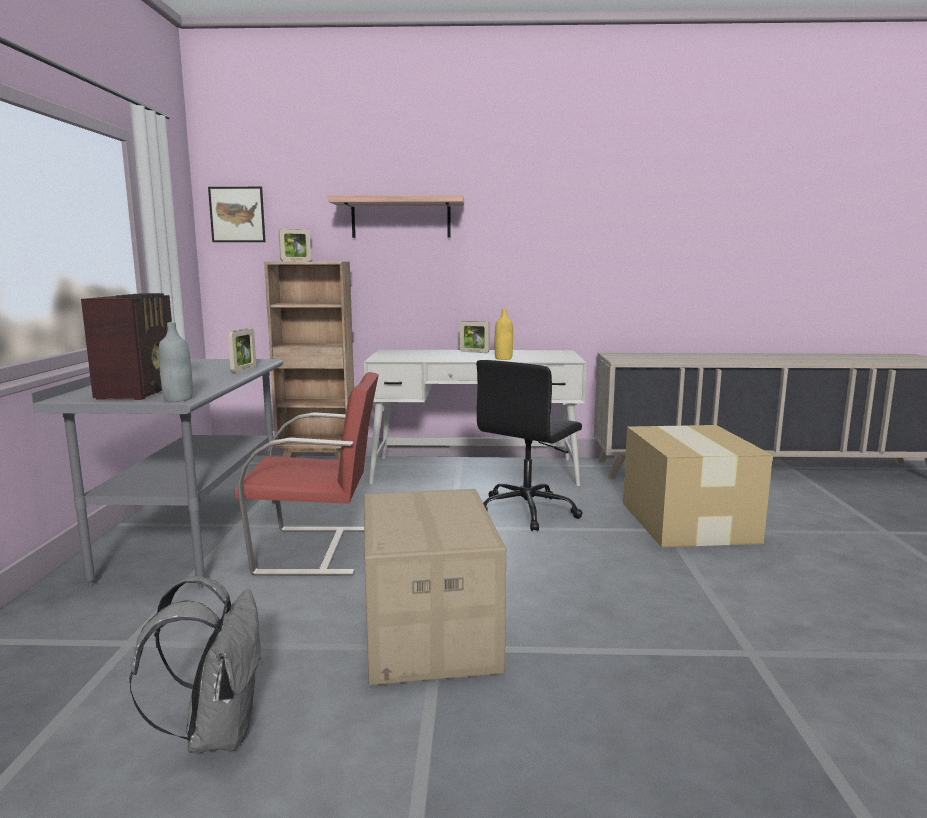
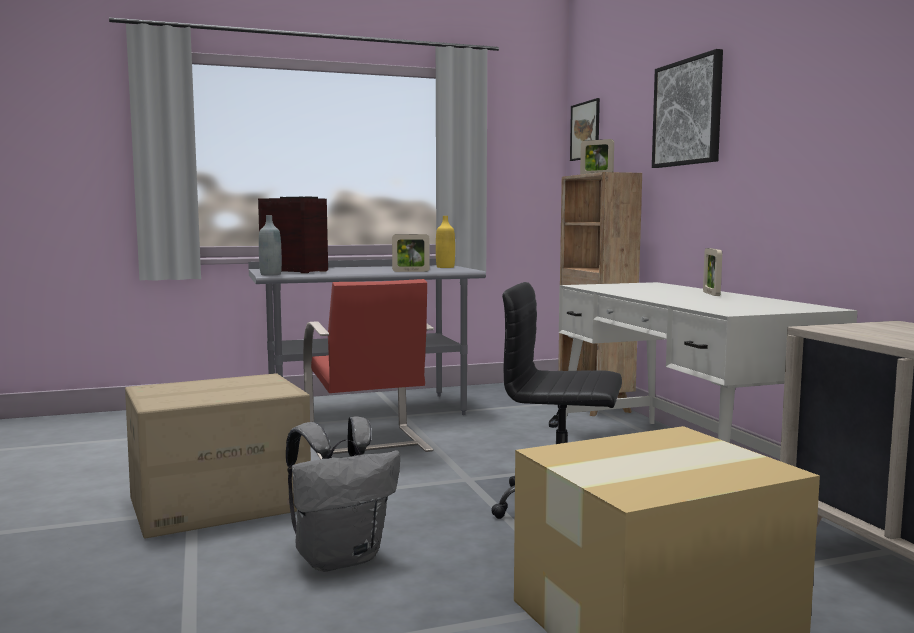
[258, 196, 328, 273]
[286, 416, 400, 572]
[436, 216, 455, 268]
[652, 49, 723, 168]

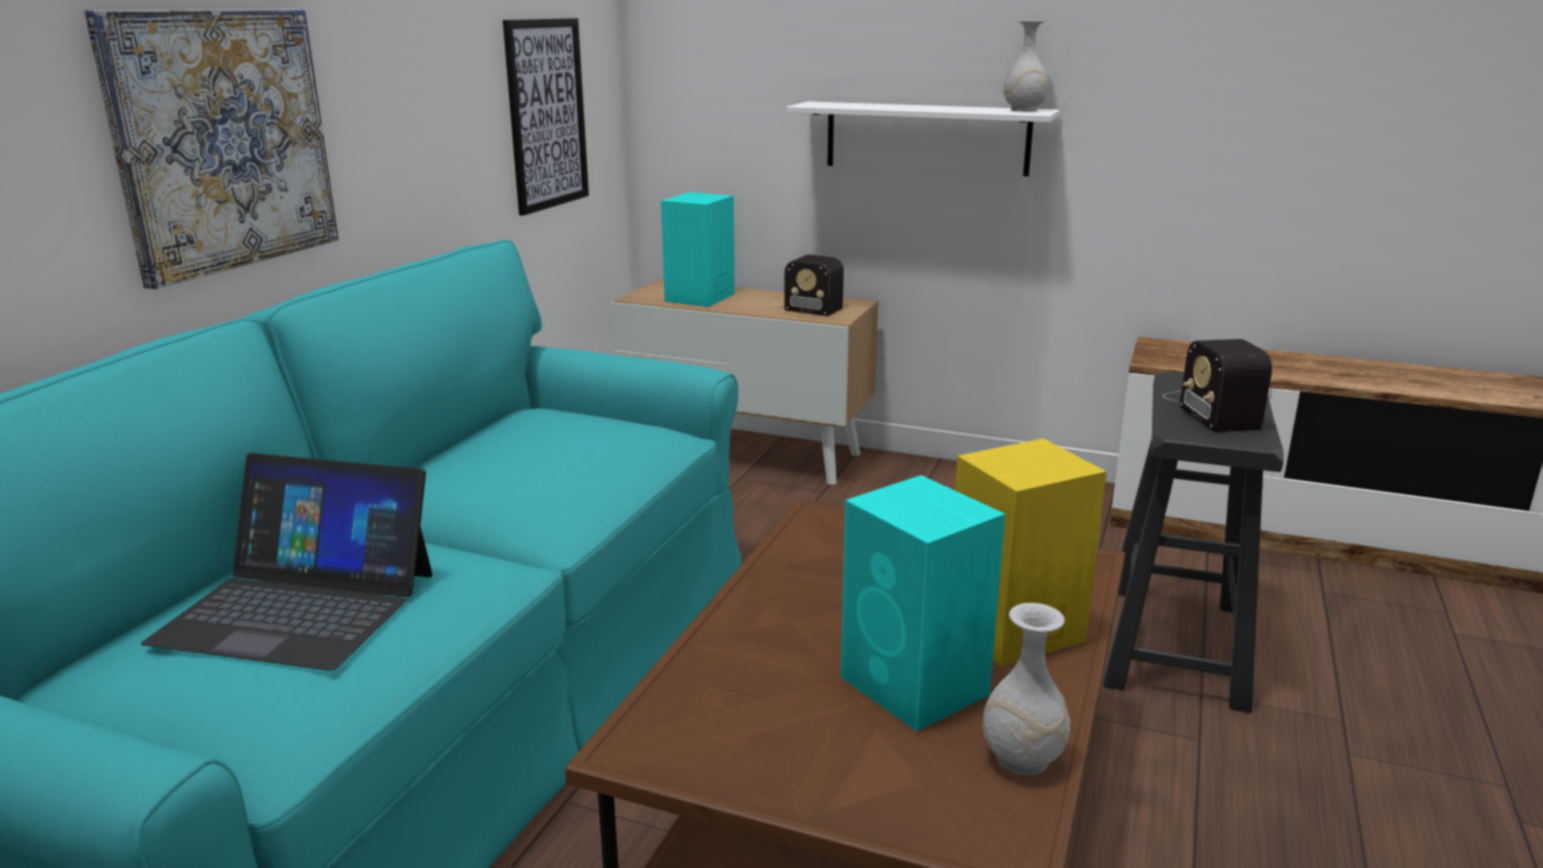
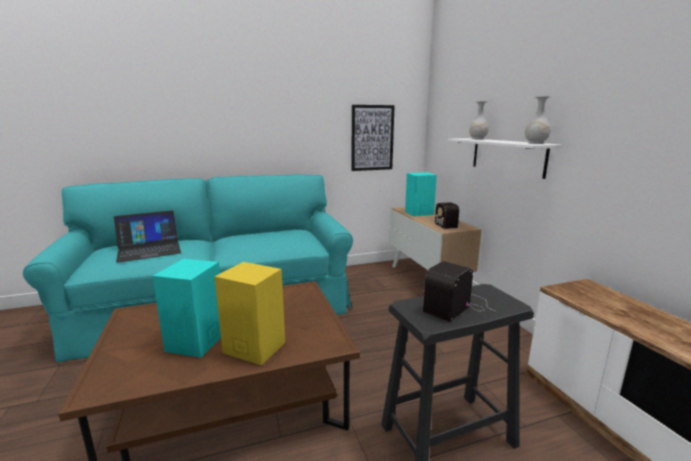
[114, 210, 181, 263]
[469, 101, 489, 139]
[84, 9, 339, 289] (first image)

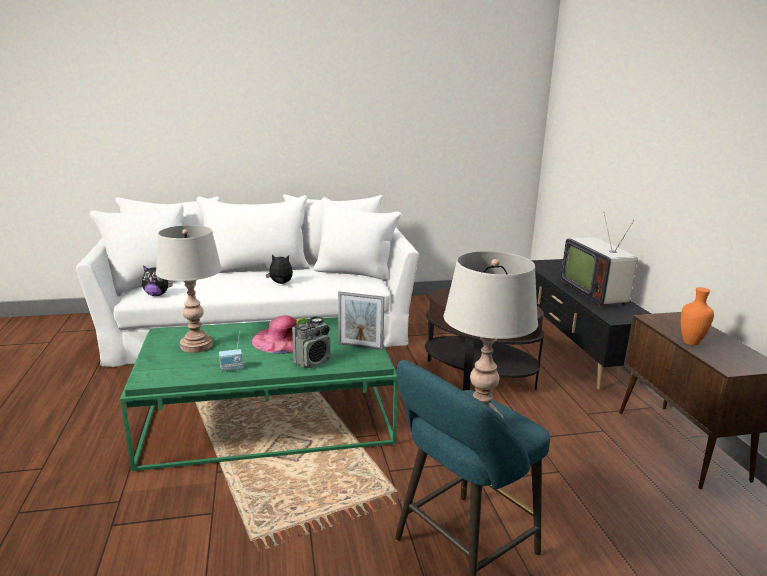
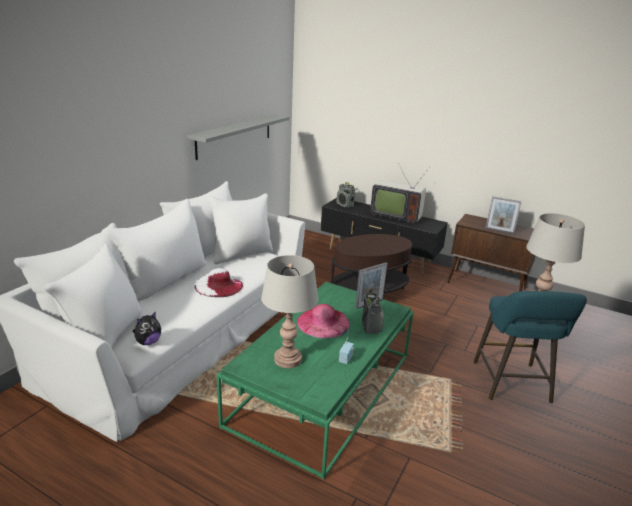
[187, 114, 289, 160]
[194, 268, 243, 297]
[336, 182, 355, 208]
[486, 196, 522, 234]

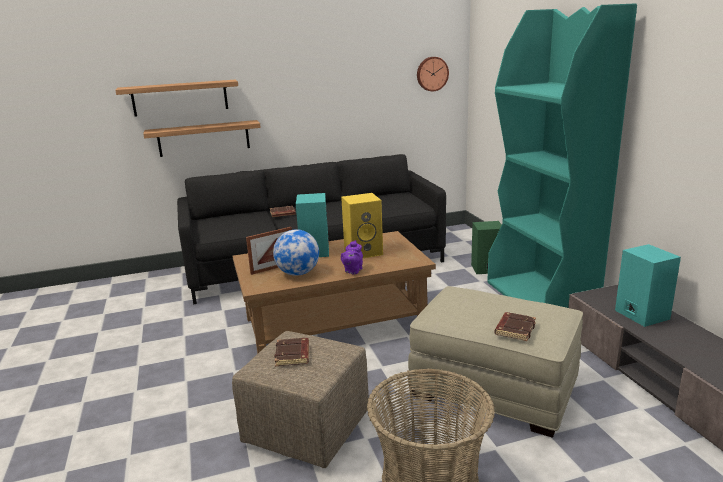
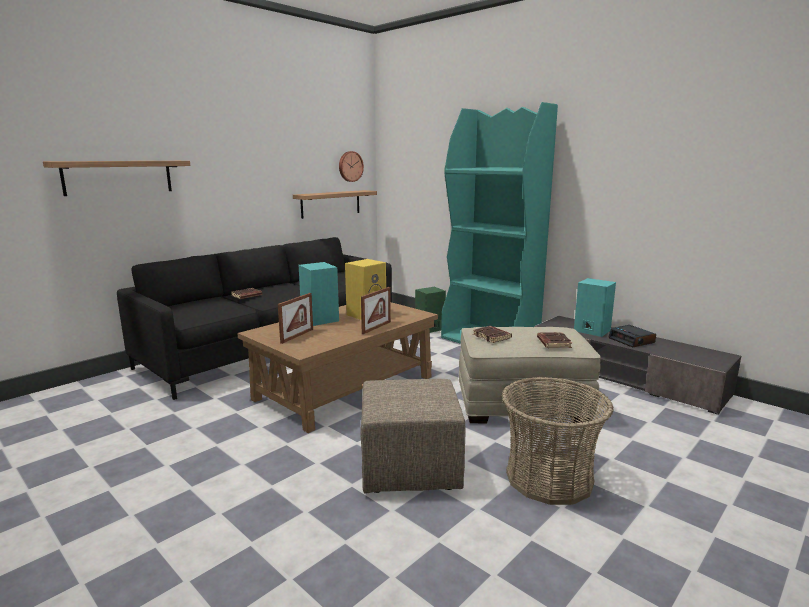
[293, 190, 377, 219]
[361, 287, 391, 334]
[473, 326, 512, 343]
[609, 325, 656, 347]
[273, 229, 319, 276] (first image)

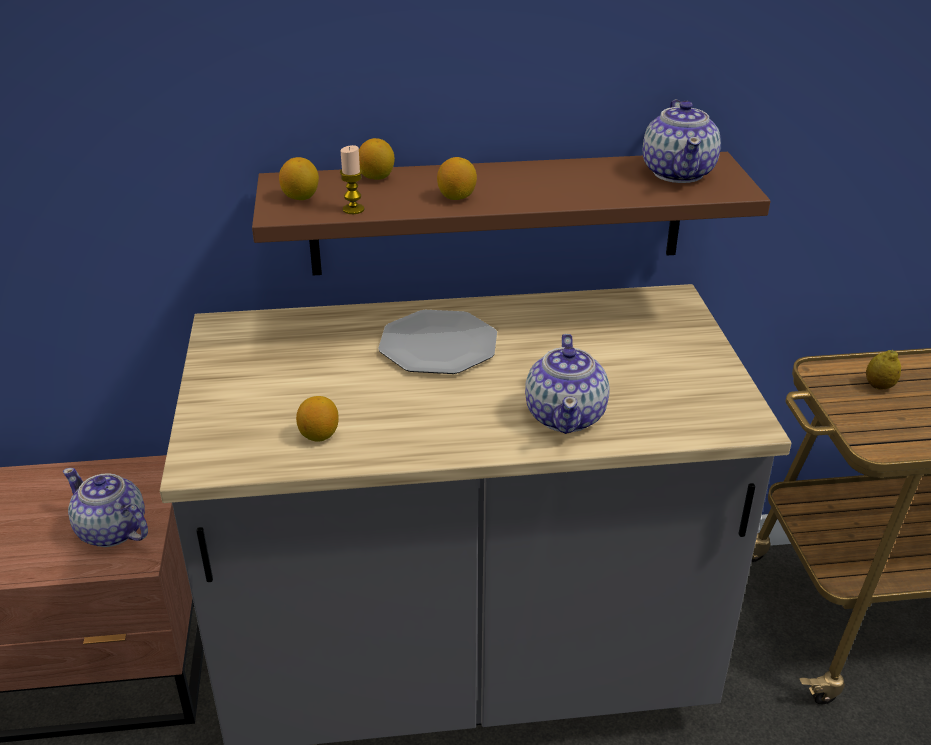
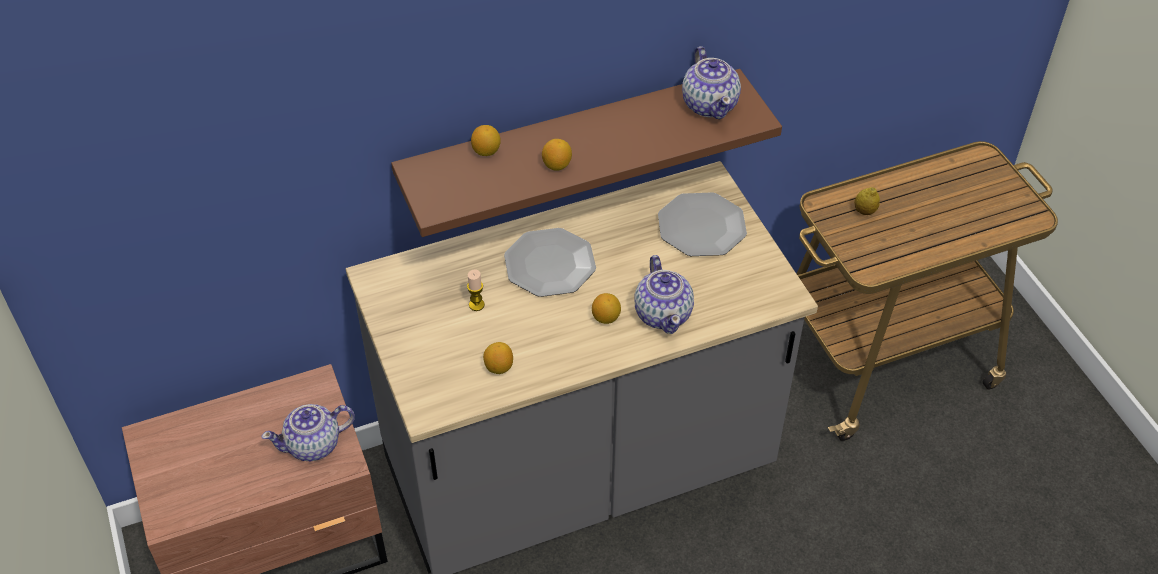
[261, 404, 355, 461]
[467, 269, 485, 311]
[592, 293, 621, 324]
[658, 192, 747, 256]

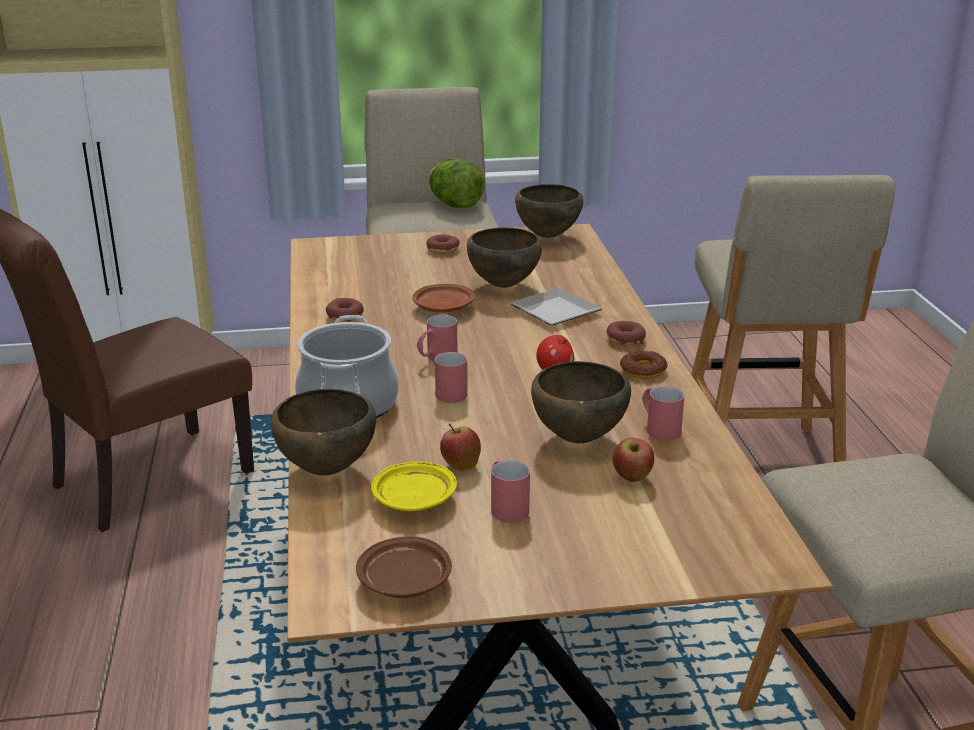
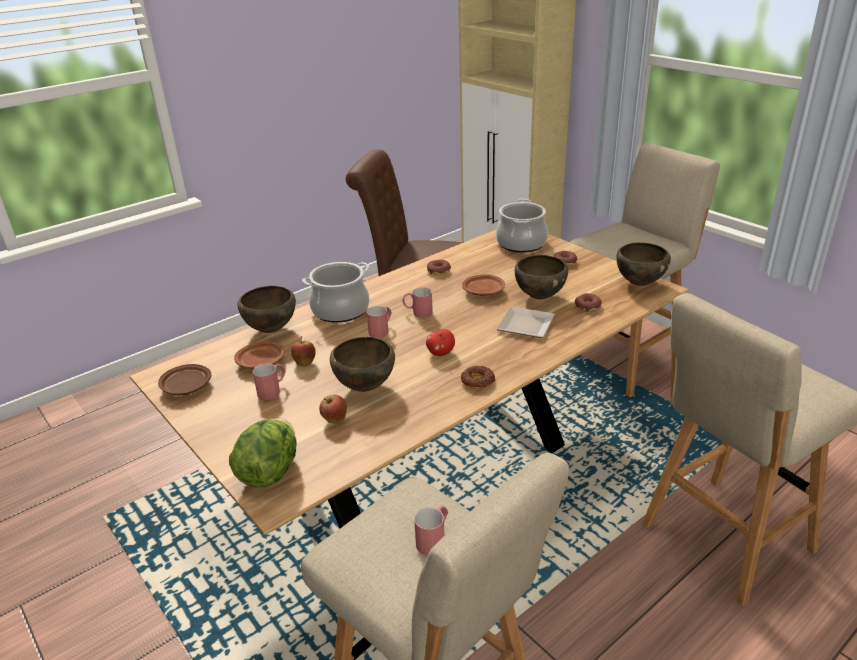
[229, 419, 297, 487]
[234, 341, 284, 369]
[414, 506, 448, 556]
[496, 199, 548, 253]
[575, 293, 602, 312]

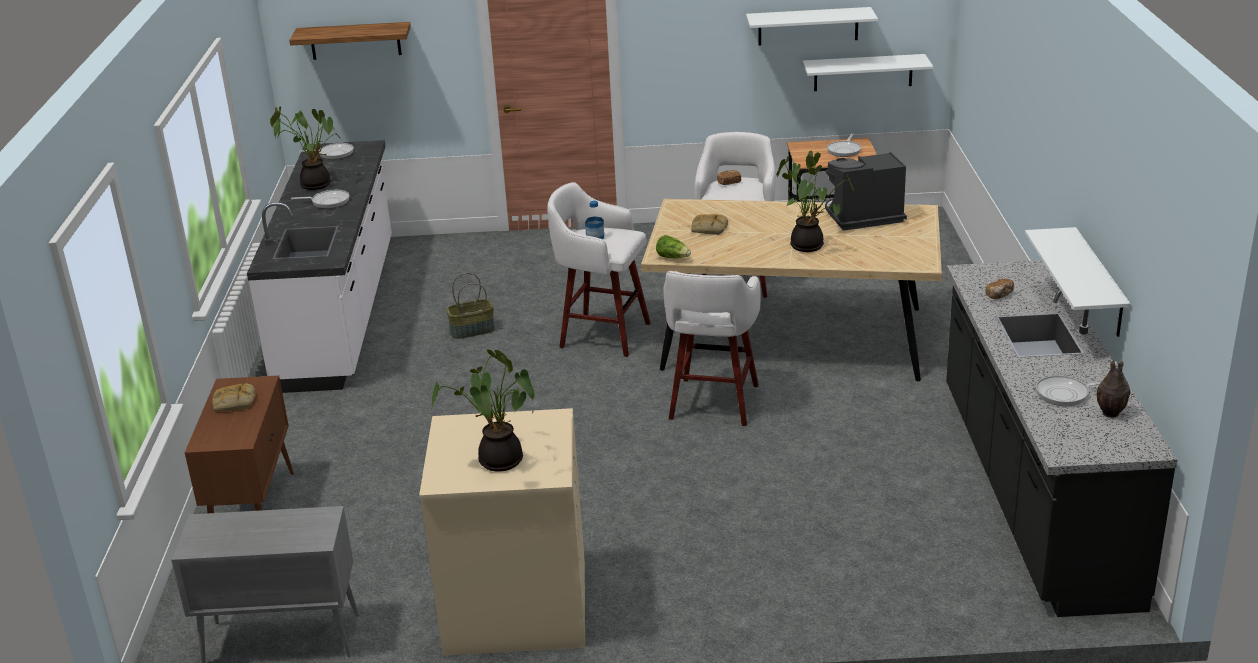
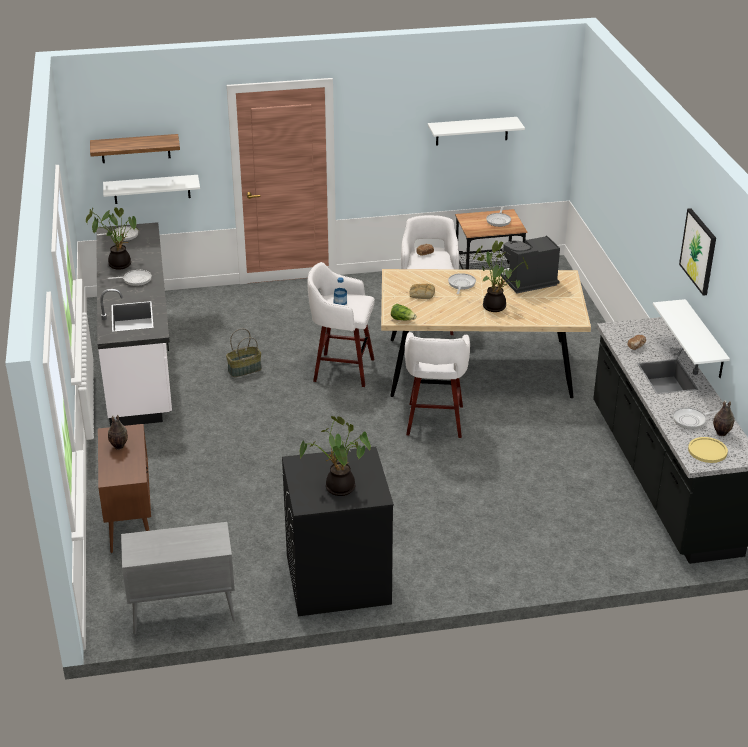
[103, 175, 200, 204]
[108, 415, 128, 450]
[282, 447, 394, 616]
[448, 273, 476, 294]
[679, 208, 716, 296]
[688, 437, 728, 463]

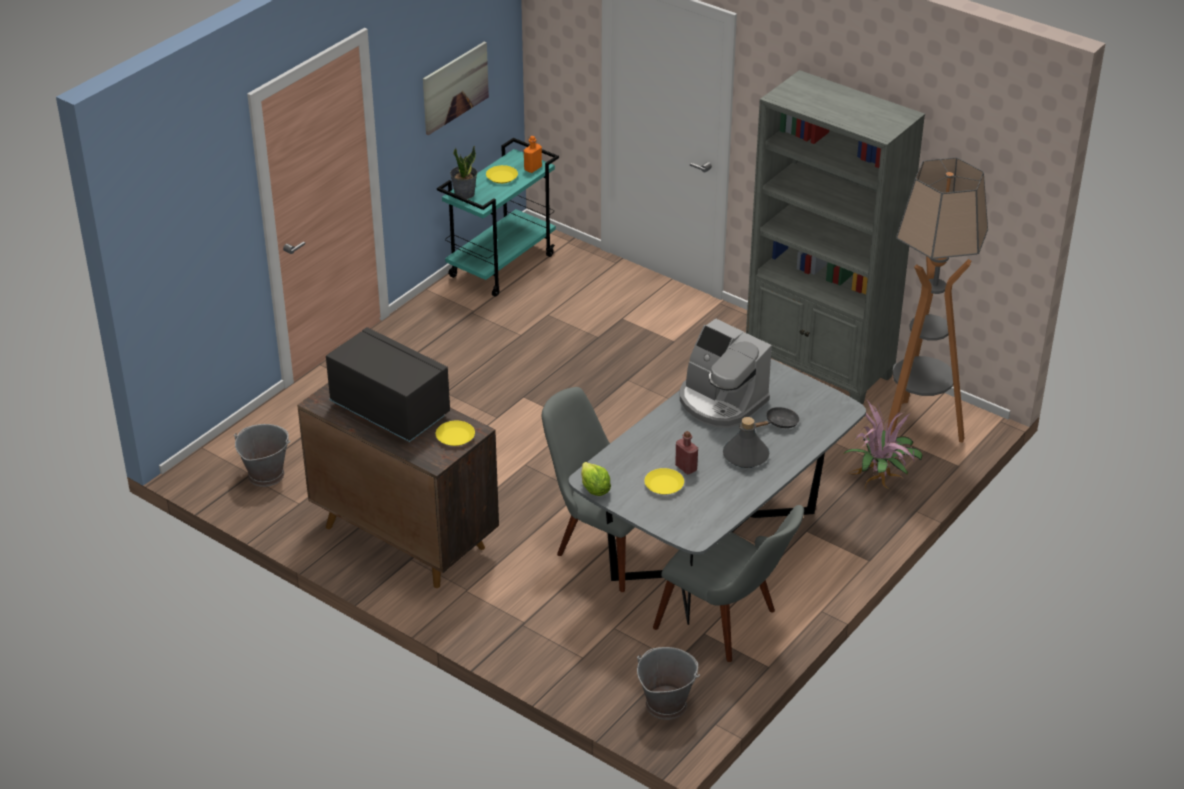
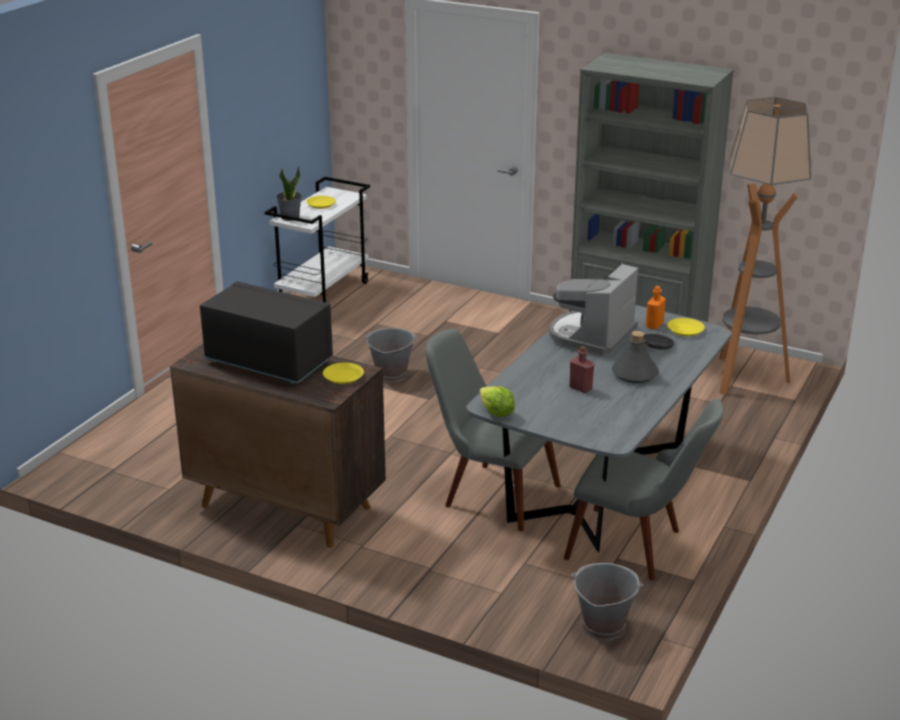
[265, 177, 370, 302]
[364, 328, 417, 382]
[549, 263, 638, 357]
[646, 286, 666, 329]
[667, 318, 705, 336]
[423, 41, 489, 135] (first image)
[842, 398, 922, 490] (first image)

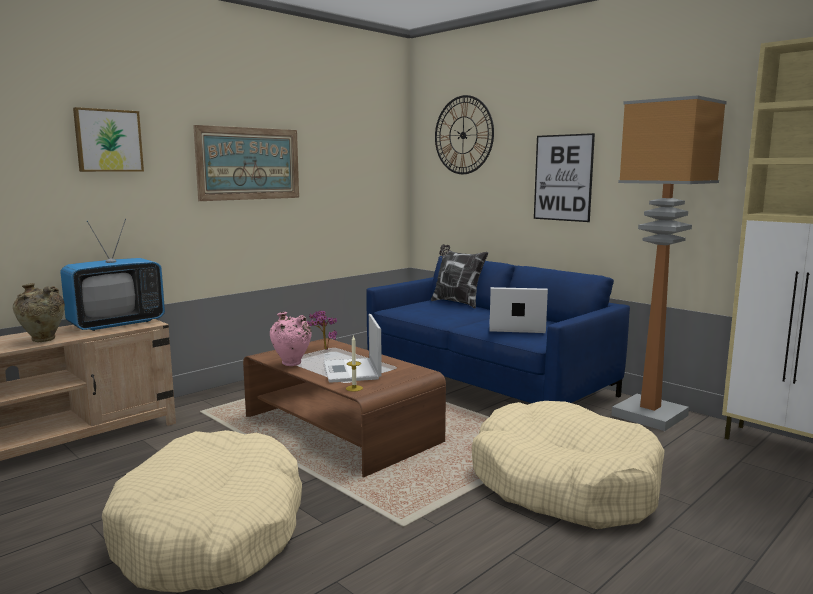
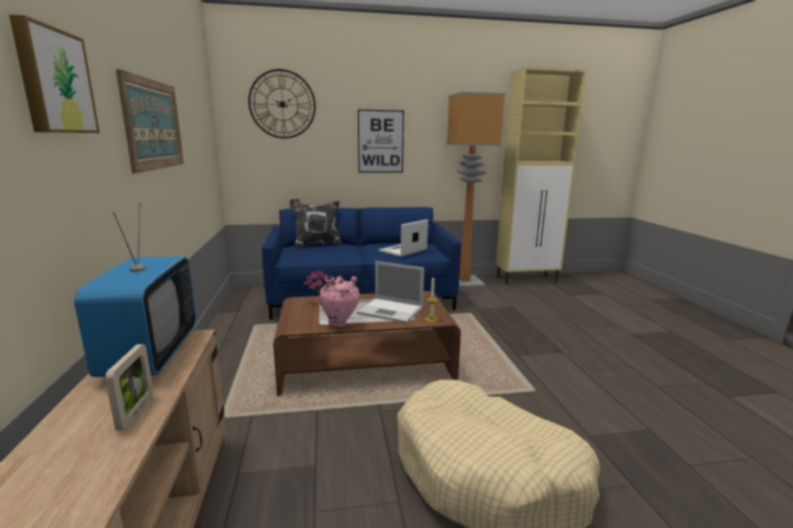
[105, 344, 153, 430]
[472, 401, 665, 529] (first image)

